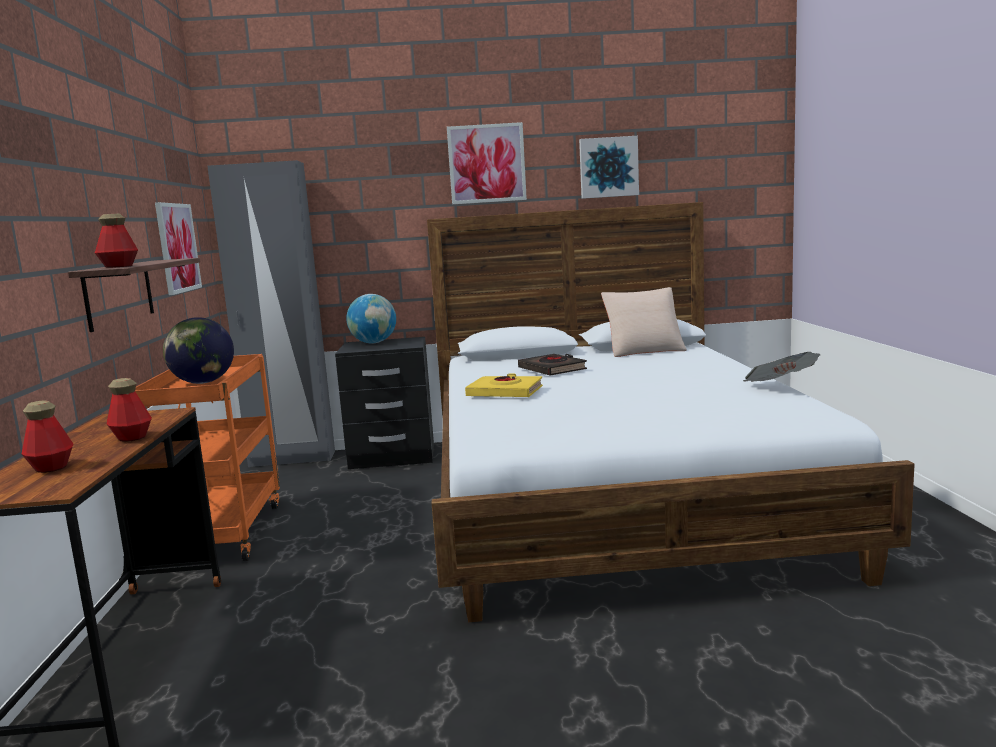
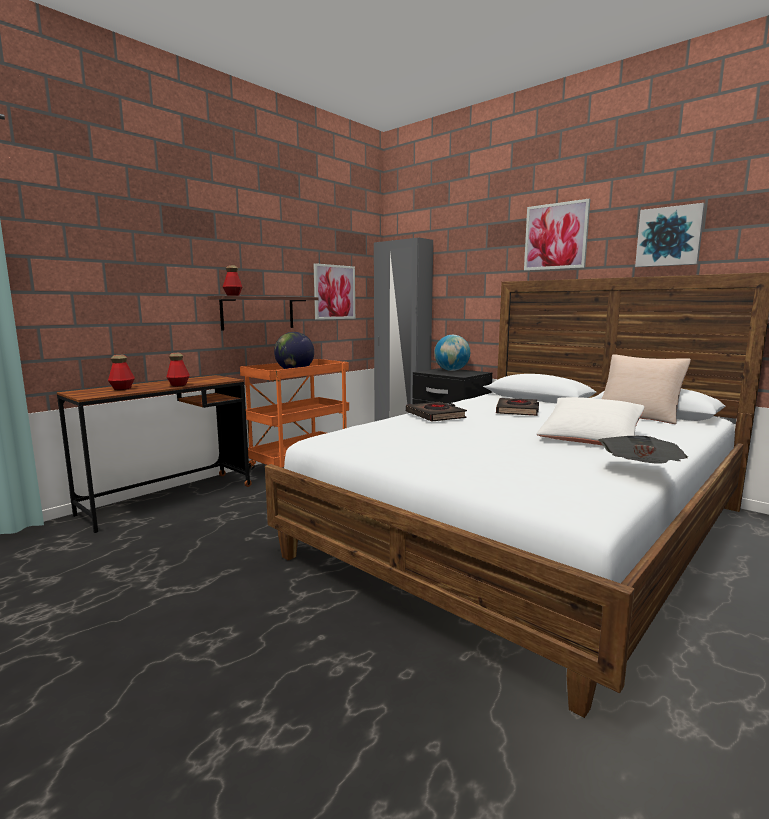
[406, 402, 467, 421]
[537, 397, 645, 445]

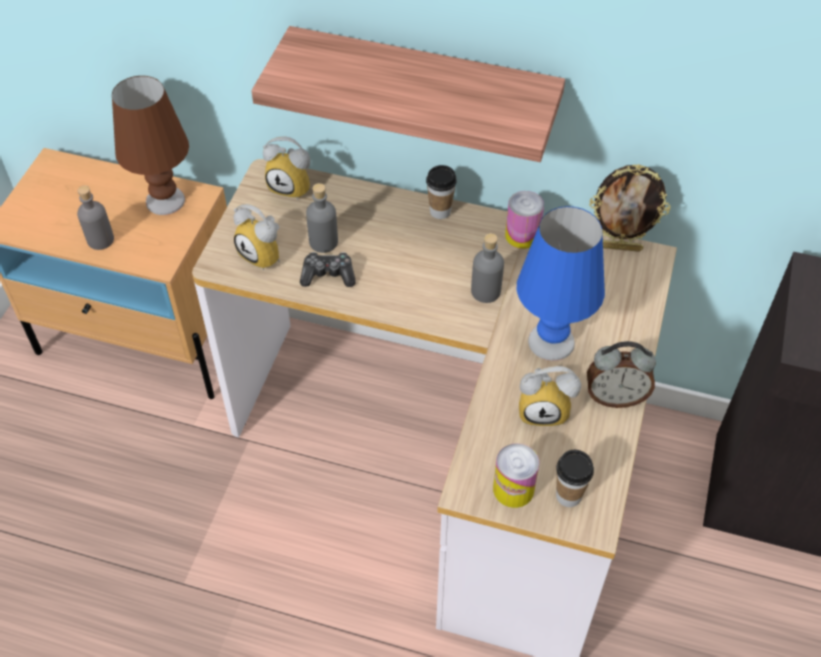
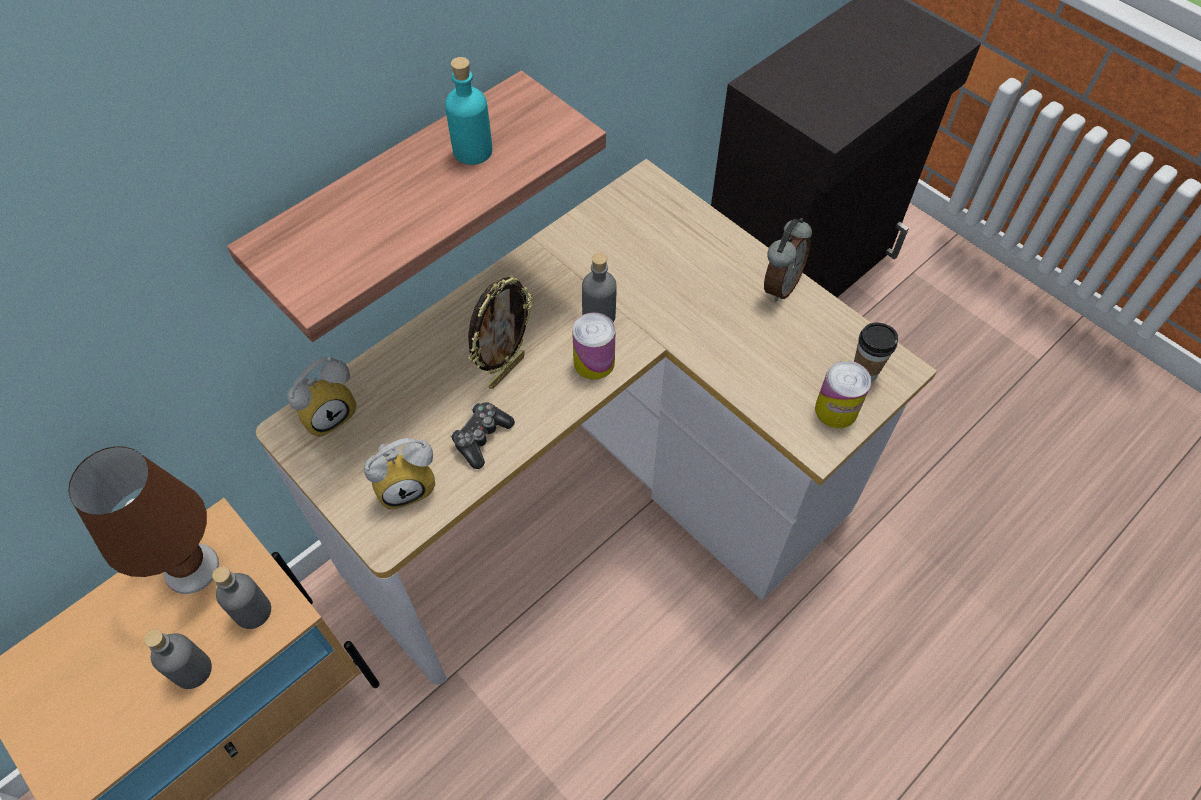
[212, 566, 271, 629]
[445, 57, 492, 165]
[468, 276, 534, 389]
[572, 313, 616, 380]
[426, 165, 457, 219] (first image)
[517, 206, 605, 361] (first image)
[519, 366, 581, 426] (first image)

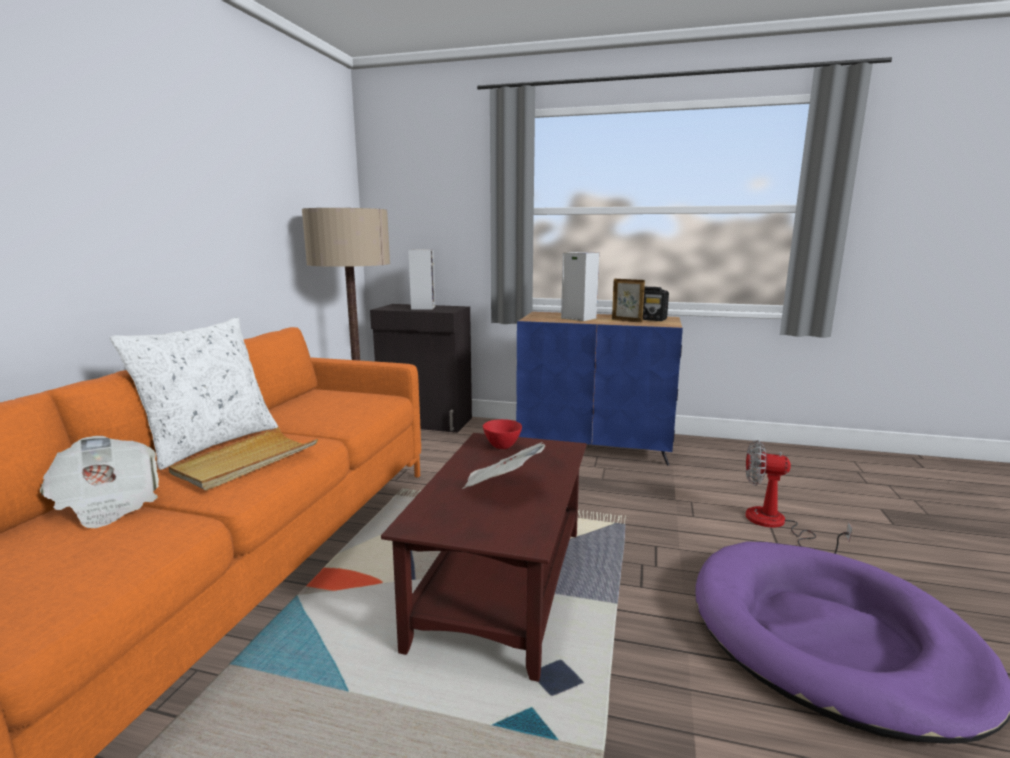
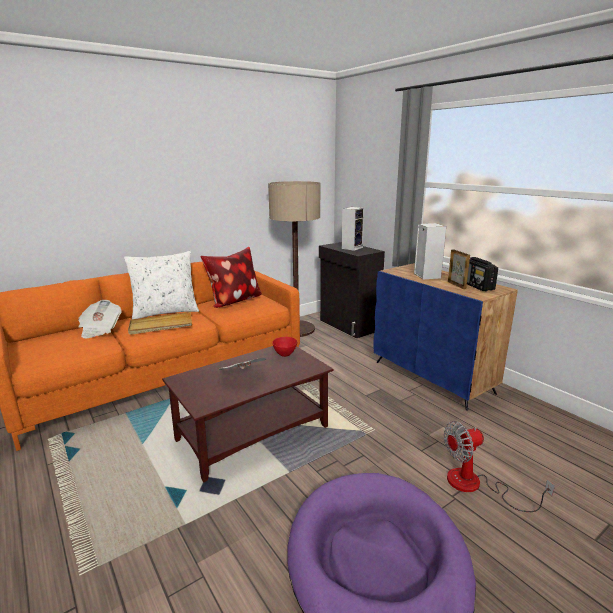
[200, 247, 262, 308]
[444, 421, 555, 512]

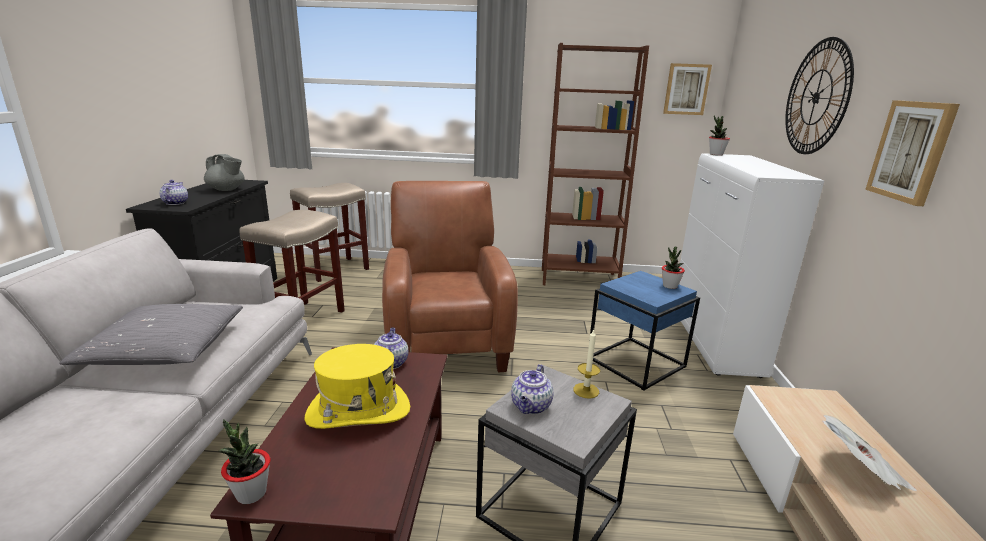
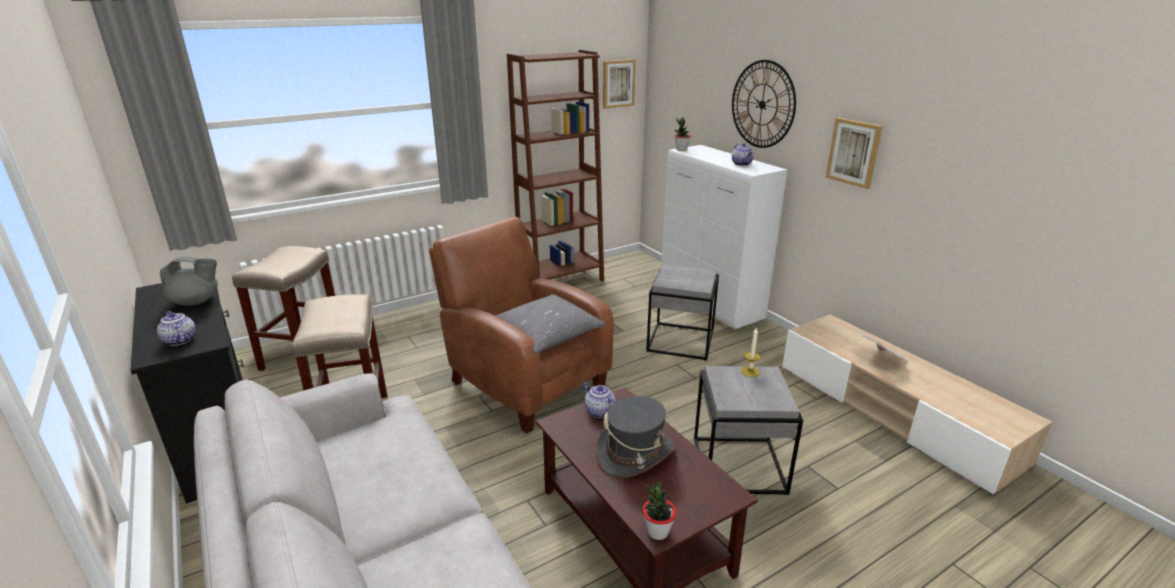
[495, 294, 606, 354]
[596, 396, 674, 478]
[646, 264, 719, 361]
[732, 143, 754, 166]
[662, 246, 685, 289] (first image)

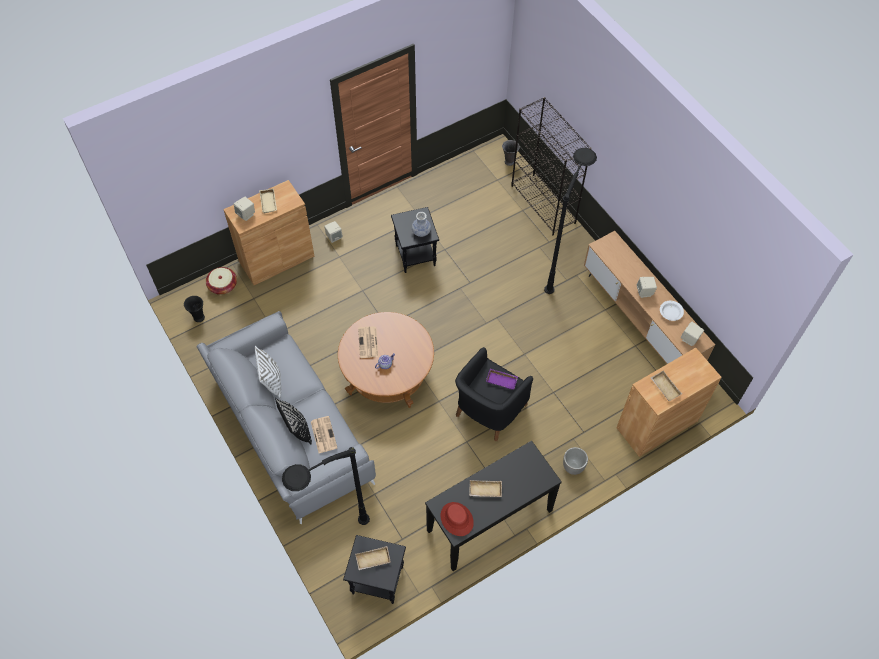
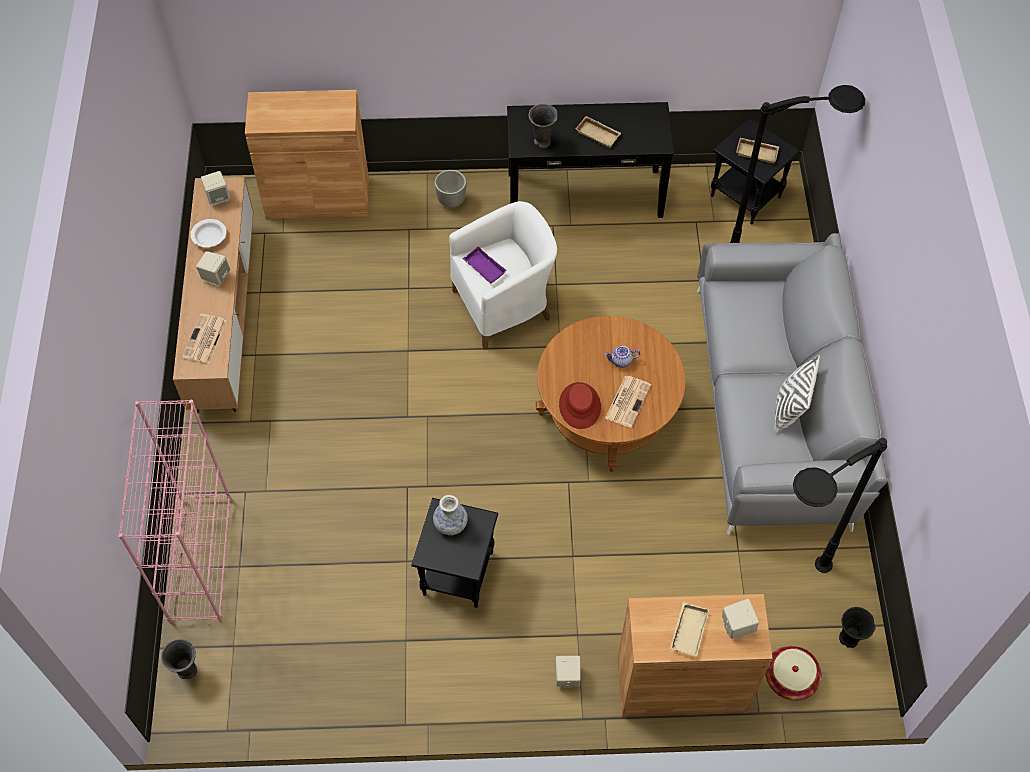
[118, 400, 232, 624]
[182, 314, 227, 364]
[449, 201, 557, 349]
[529, 104, 558, 148]
[559, 382, 601, 429]
[793, 438, 887, 573]
[275, 398, 312, 445] (first image)
[651, 371, 682, 401] (first image)

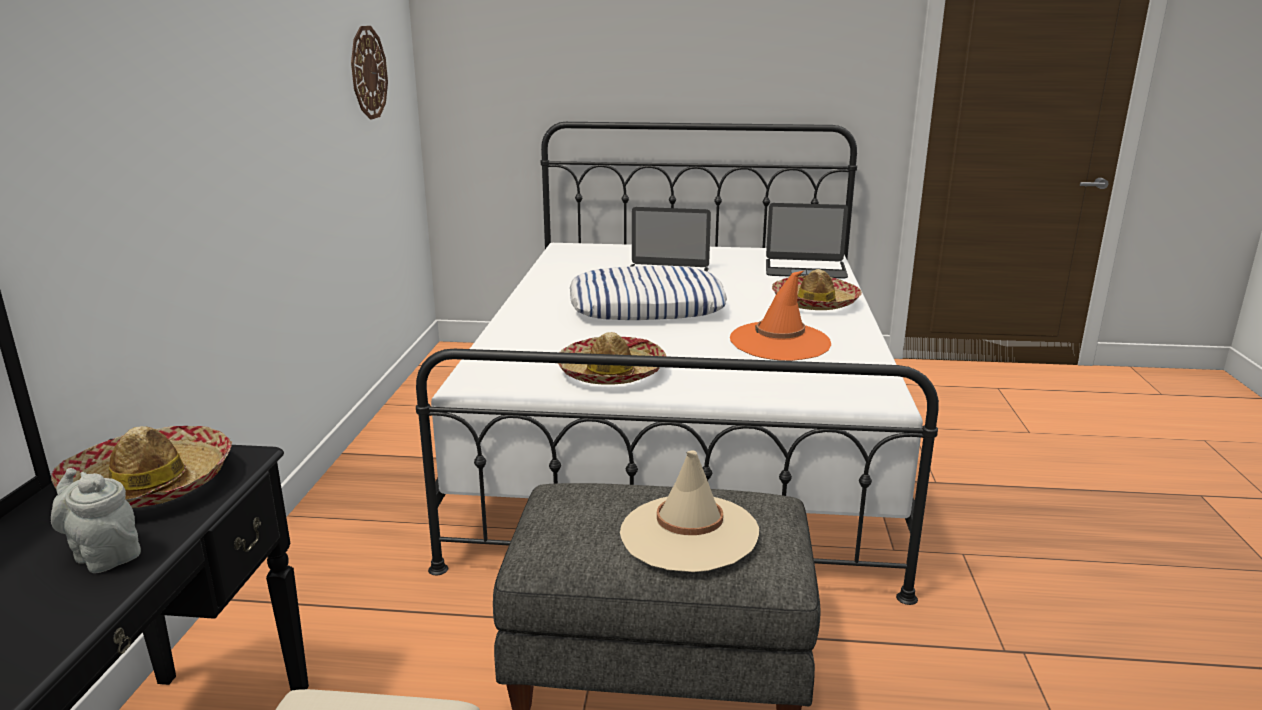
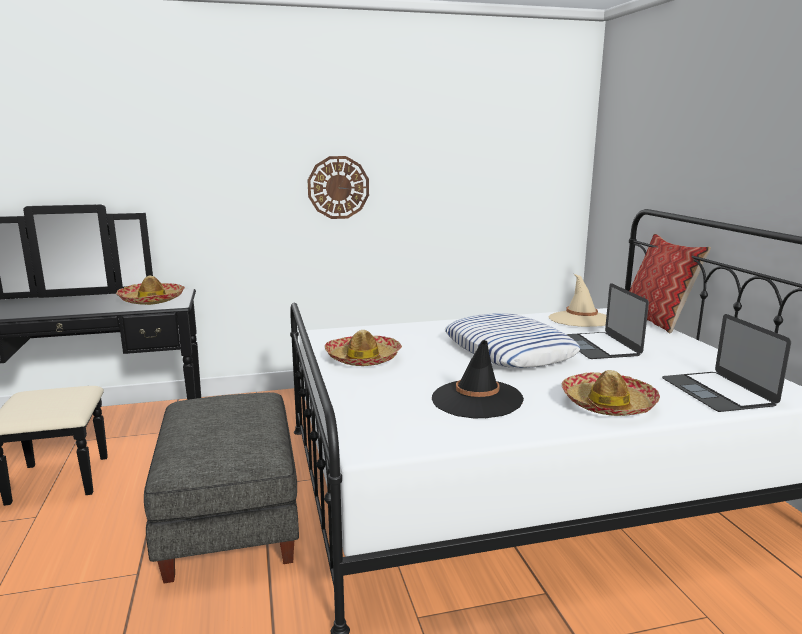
[308, 156, 369, 219]
[432, 340, 524, 419]
[549, 273, 607, 327]
[630, 234, 711, 334]
[51, 468, 141, 573] (first image)

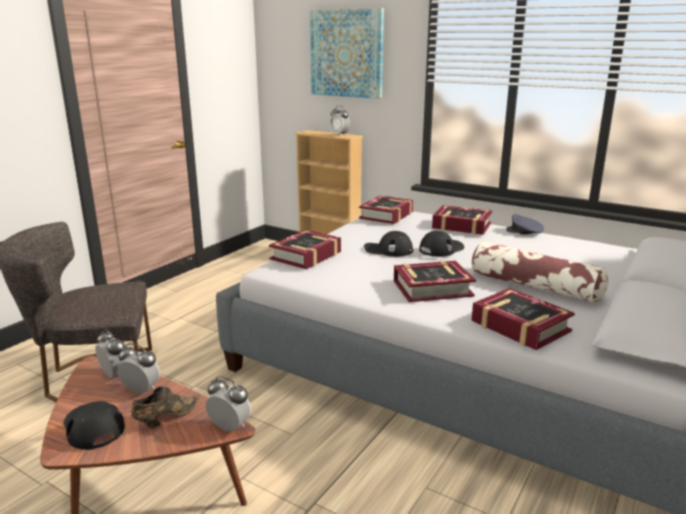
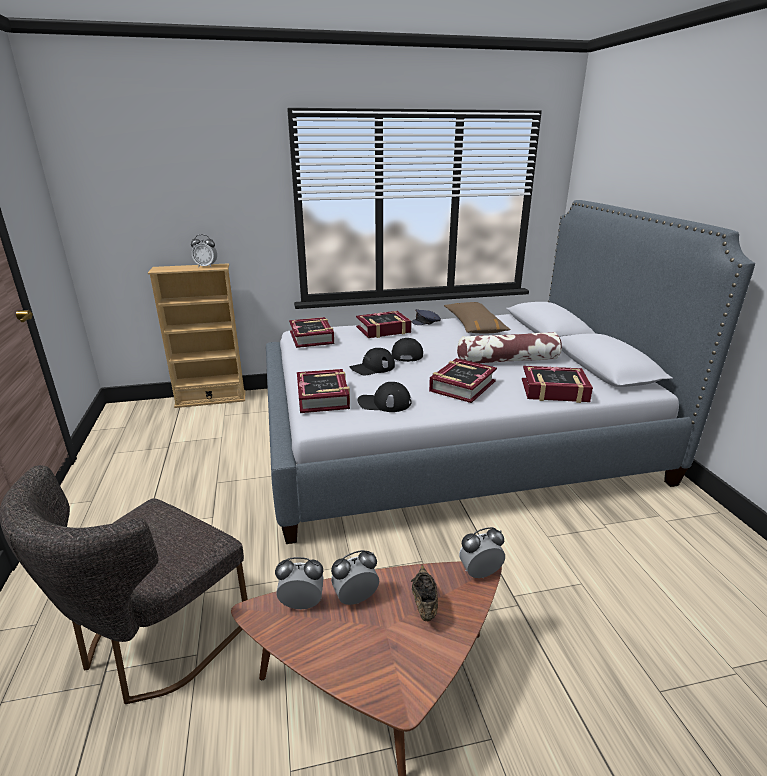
[358, 382, 411, 412]
[444, 302, 511, 334]
[310, 8, 384, 99] (first image)

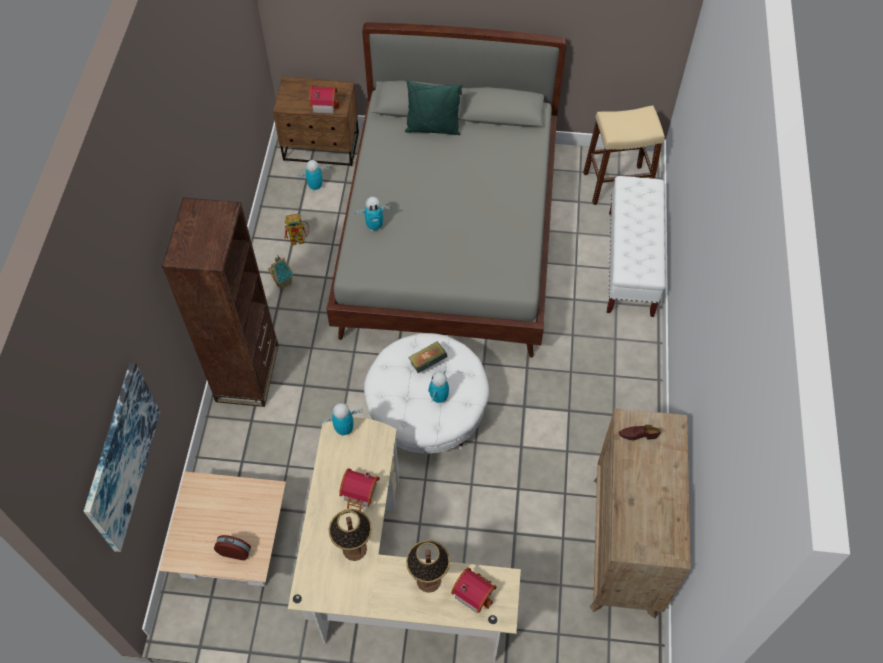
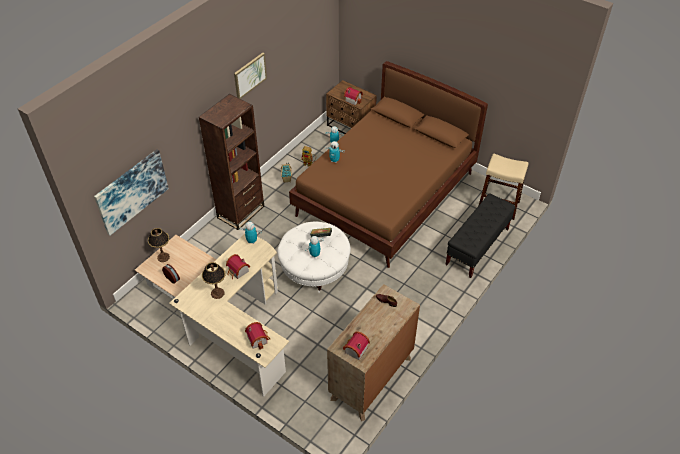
[148, 228, 170, 262]
[234, 53, 267, 99]
[289, 61, 488, 268]
[343, 331, 370, 360]
[445, 194, 515, 278]
[405, 80, 462, 135] (first image)

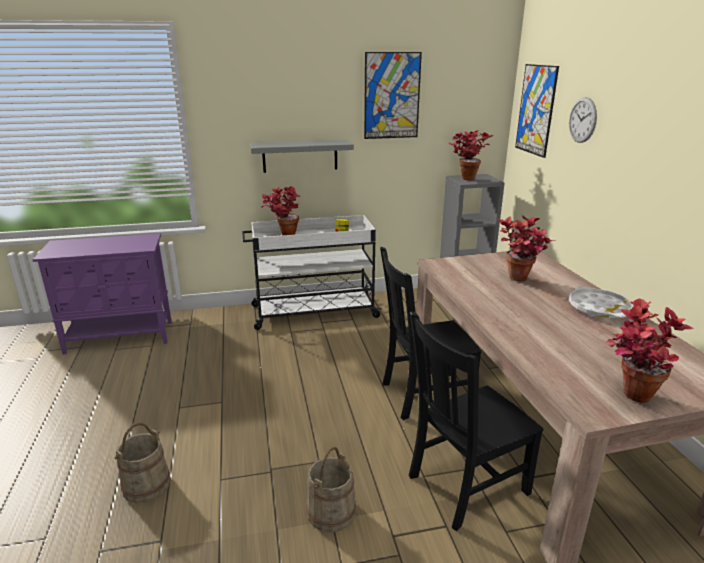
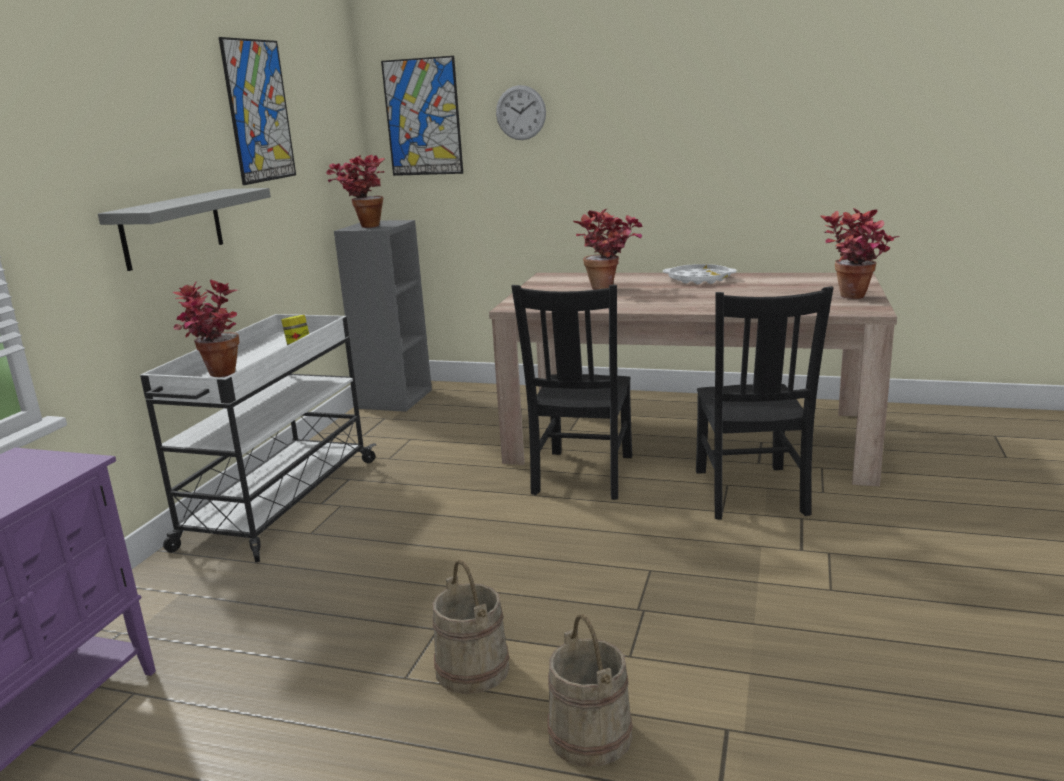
[433, 560, 510, 694]

